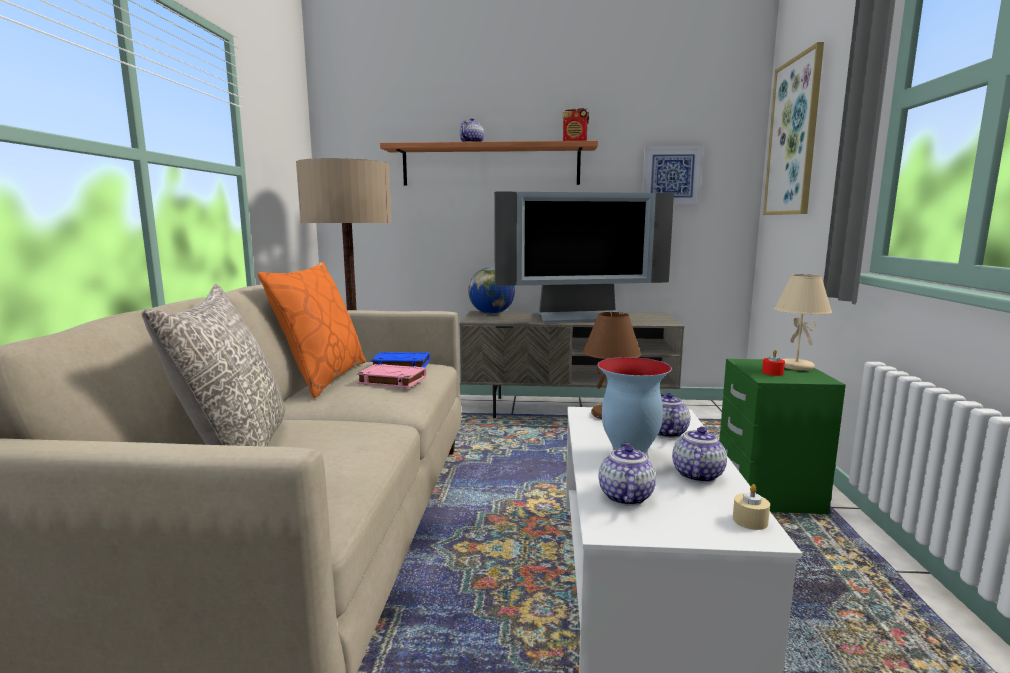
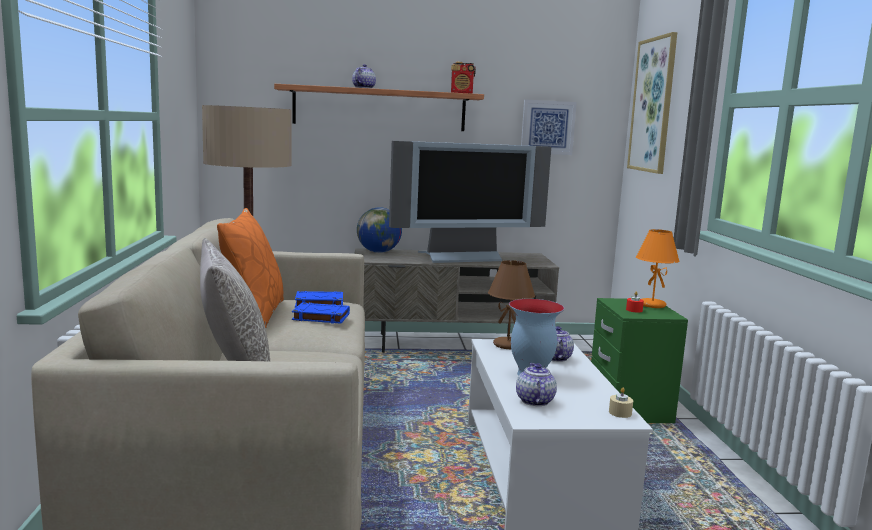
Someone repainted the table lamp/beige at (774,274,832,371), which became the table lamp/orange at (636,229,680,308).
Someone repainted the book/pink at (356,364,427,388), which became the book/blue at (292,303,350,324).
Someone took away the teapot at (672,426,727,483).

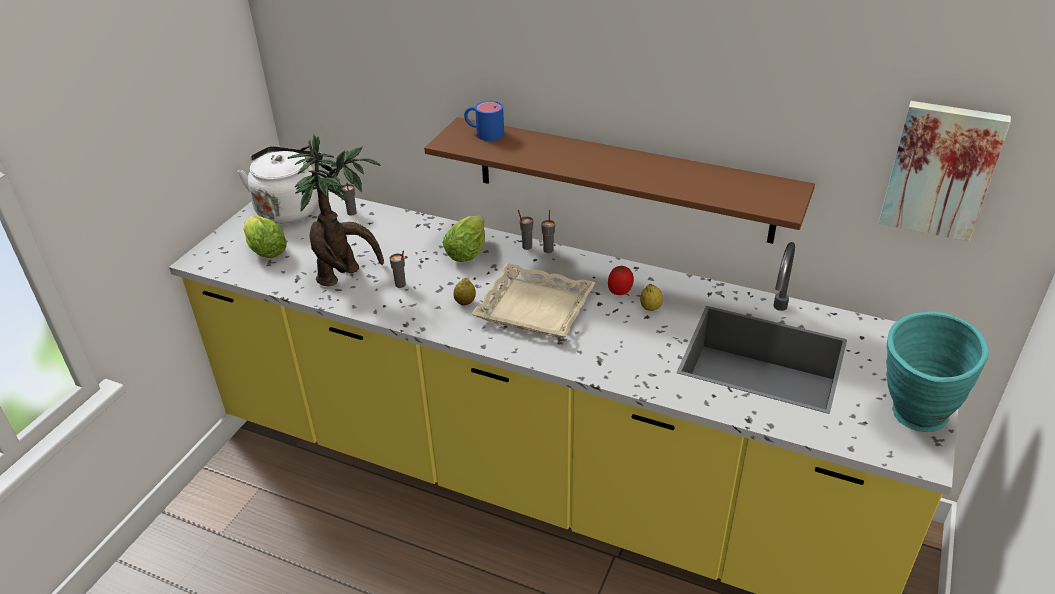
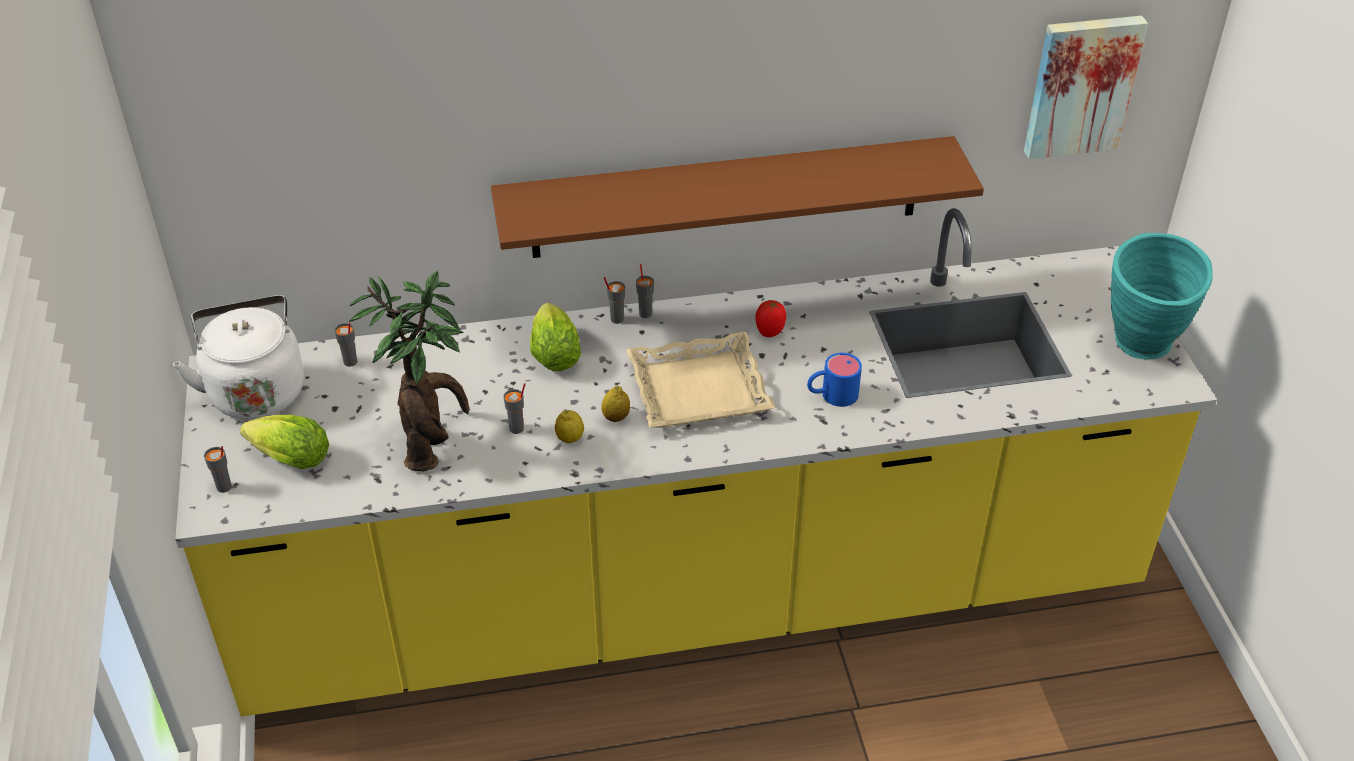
Someone carried the mug/blue from (464,101,504,141) to (807,353,862,407).
Someone carried the lemon from (640,284,663,311) to (555,410,584,443).
Someone put down the cup/grey at (204,446,232,493).

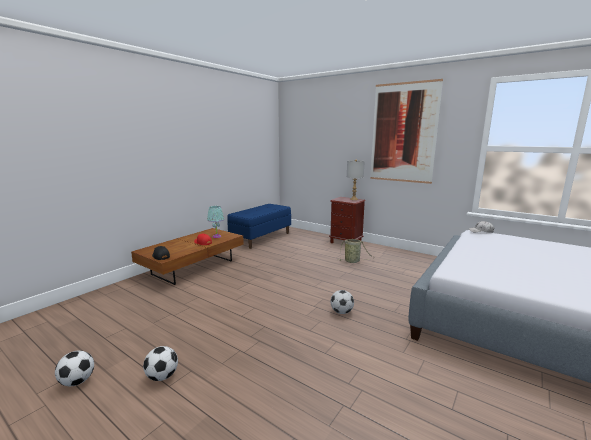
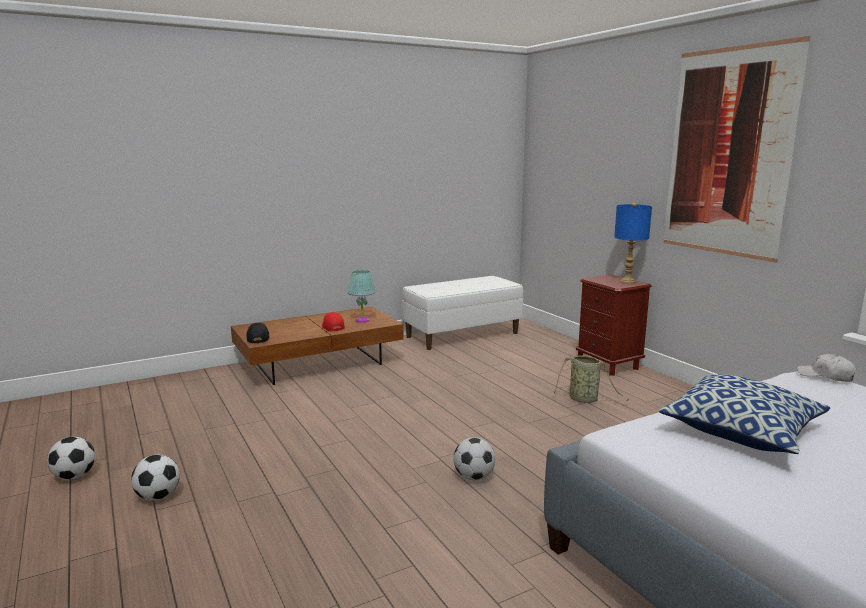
Someone repainted the table lamp/grey at (347,159,365,200), which became the table lamp/blue at (614,203,652,283).
Someone repainted the bench/blue at (227,204,291,249), which became the bench/white at (402,276,523,350).
Someone put down the pillow at (659,374,830,454).

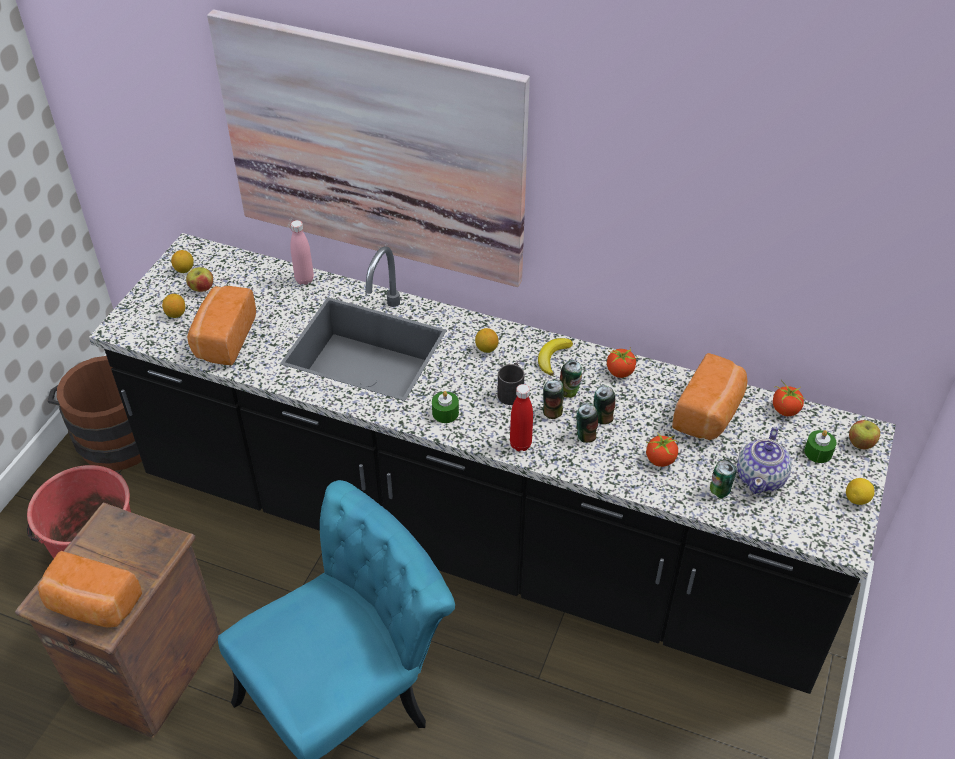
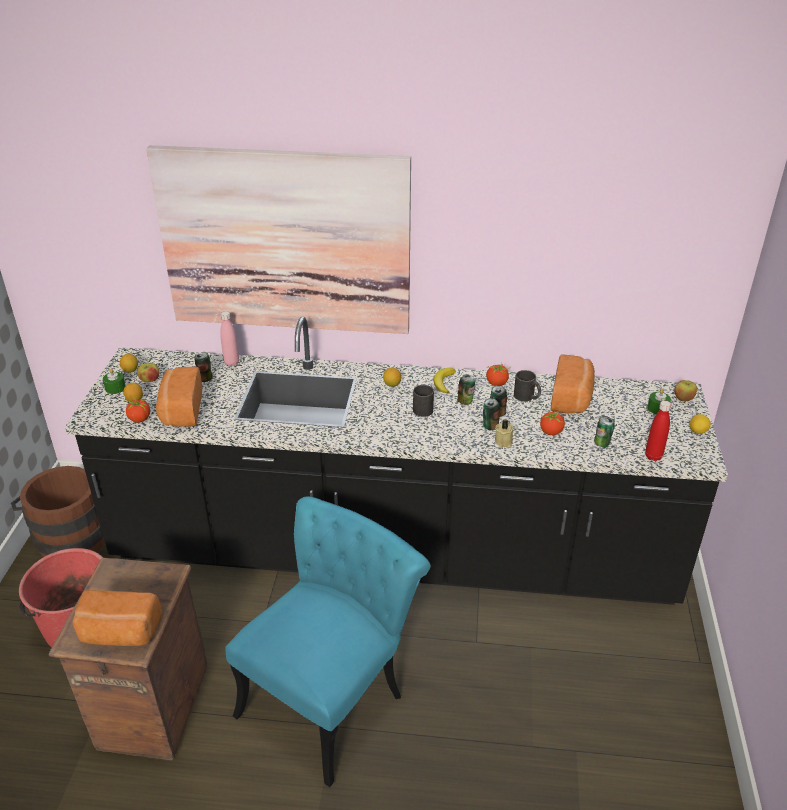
Someone carried the can from (543,379,564,419) to (194,352,213,382).
Someone carried the tomato from (773,380,805,416) to (123,396,150,423).
Someone carried the bottle/red from (510,384,533,451) to (645,401,671,461).
Someone carried the candle/green from (432,391,459,423) to (103,368,126,394).
Someone took away the teapot at (737,427,792,494).
Someone put down the mug/black at (514,370,541,401).
Someone put down the candle/beige at (495,420,513,447).

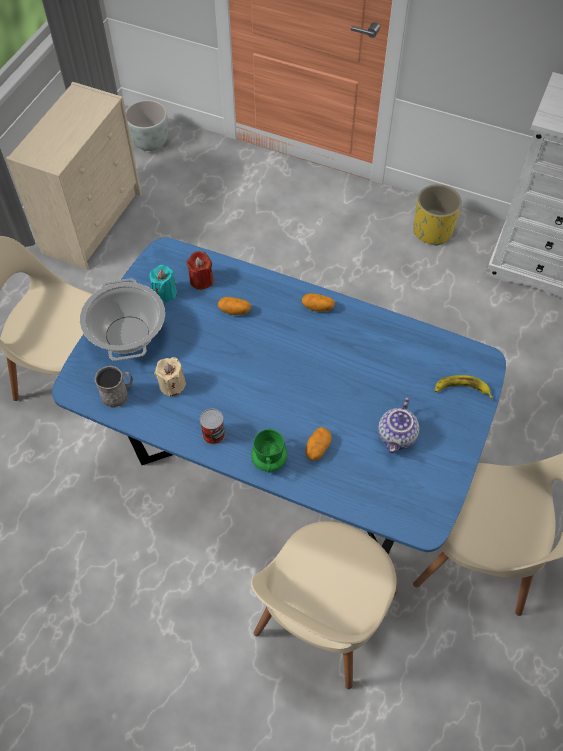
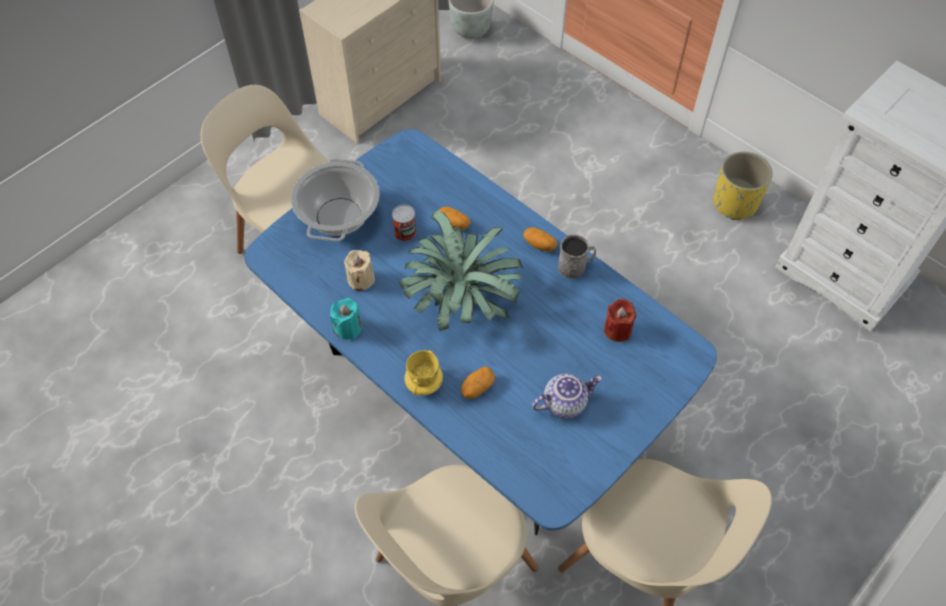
Someone carried the candle/red from (187,251,213,290) to (604,299,636,342).
Someone carried the candle/turquoise from (149,265,177,302) to (330,298,362,340).
Someone carried the mug/grey from (95,366,133,408) to (558,234,596,279).
Someone took away the banana at (435,375,493,399).
Someone rotated the teapot at (378,397,419,453) by 150 degrees counterclockwise.
Someone carried the can from (200,409,225,444) to (392,205,417,242).
Someone repainted the mug/green at (251,428,287,473), which became the mug/yellow at (404,350,443,396).
Someone put down the potted plant at (399,211,524,331).

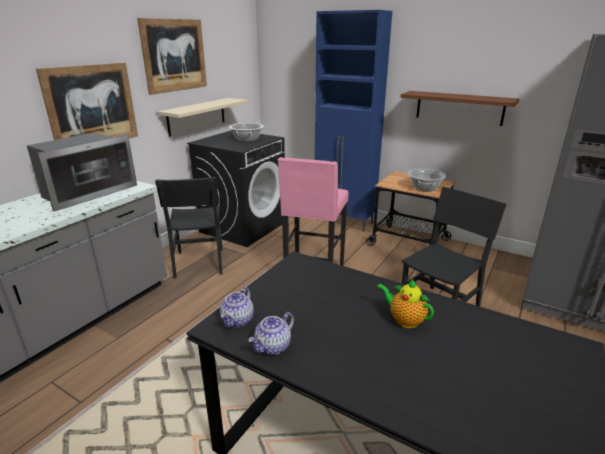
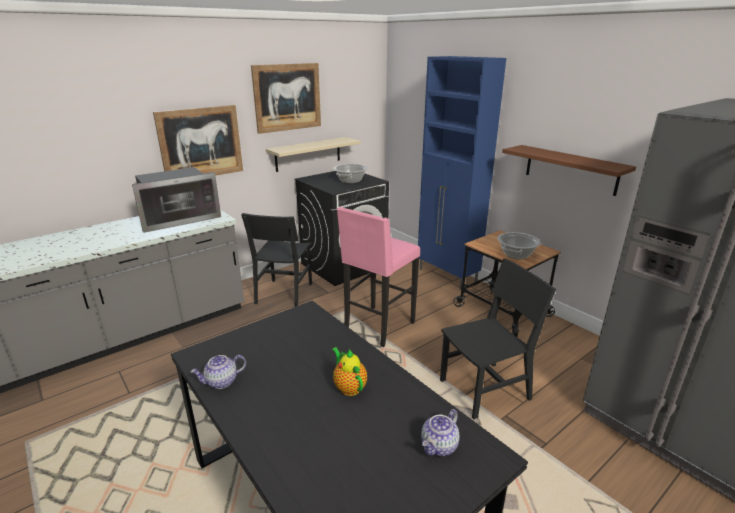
Someone carried the teapot from (220,287,254,328) to (421,409,460,456).

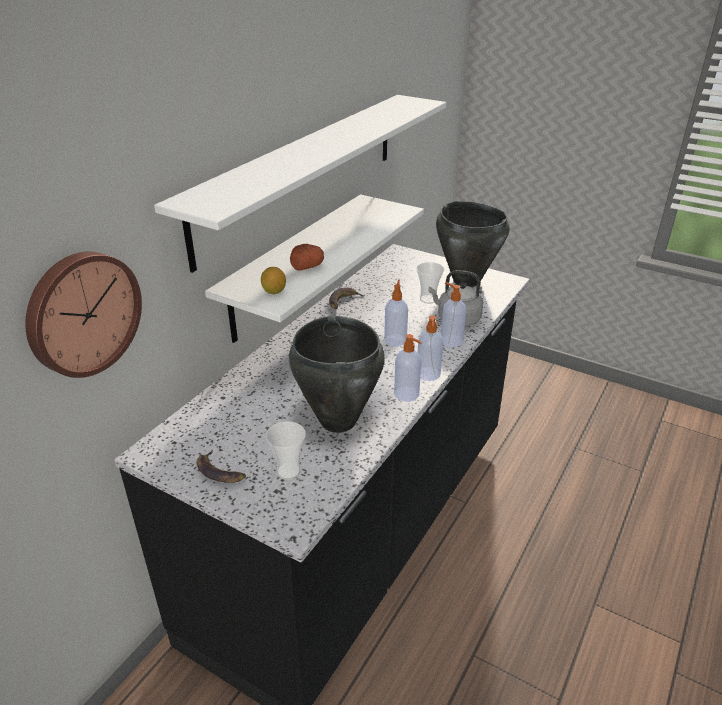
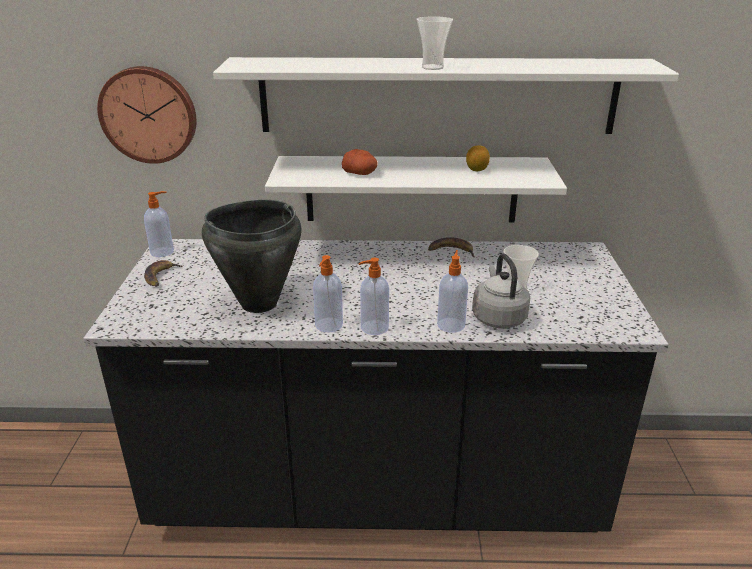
Someone took away the cooking pot/black at (436,201,509,287).
Someone carried the lemon from (261,267,286,294) to (466,146,490,171).
Someone carried the soap dispenser from (384,280,408,346) to (144,191,174,257).
Someone carried the cup from (266,421,306,480) to (416,16,453,70).

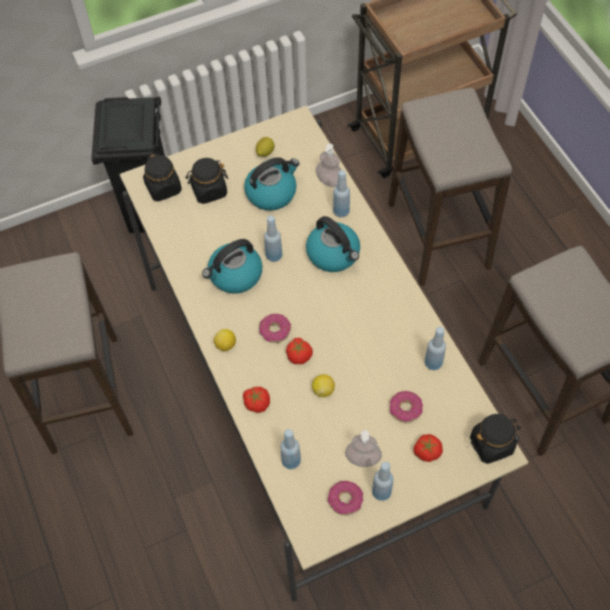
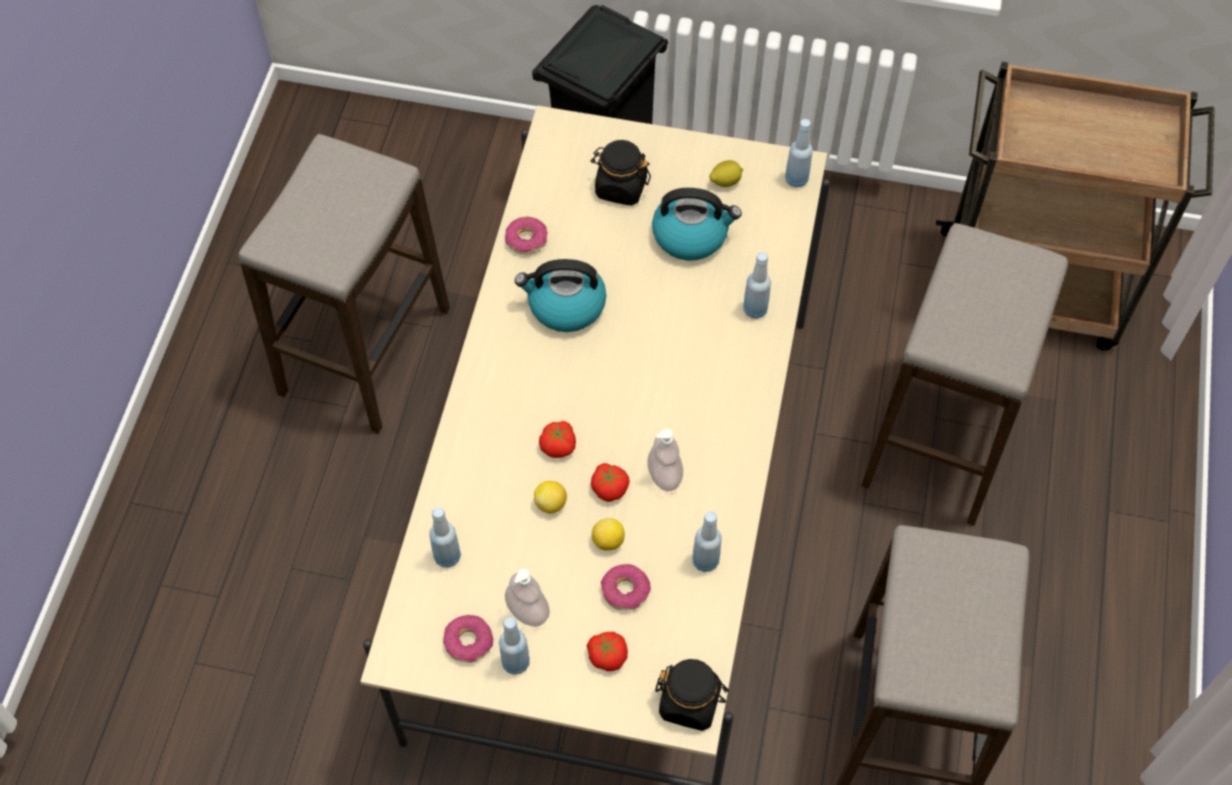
Someone carried the soap dispenser from (316,144,341,187) to (647,429,683,491).
Someone took away the jar/black at (143,153,182,201).
Someone carried the bottle/blue from (264,216,282,262) to (785,119,813,188).
Someone took away the kettle at (306,216,360,272).
Someone carried the donut from (259,314,291,343) to (505,217,548,255).
Someone carried the lemon from (214,329,236,351) to (592,518,625,551).
Someone carried the tomato from (243,387,270,413) to (591,463,630,502).

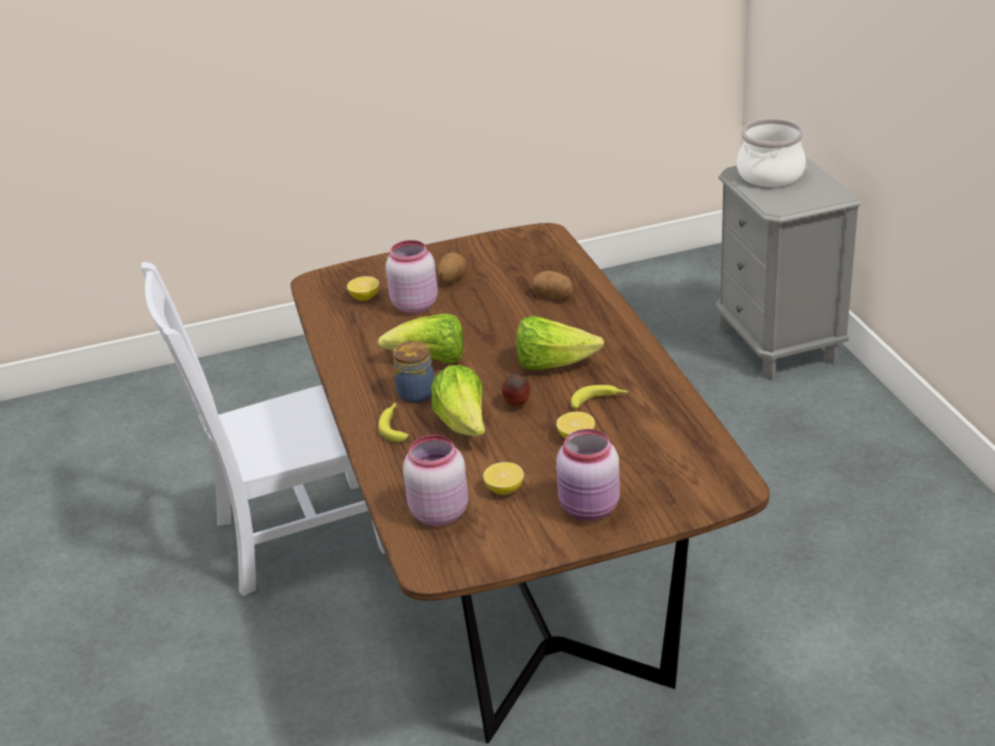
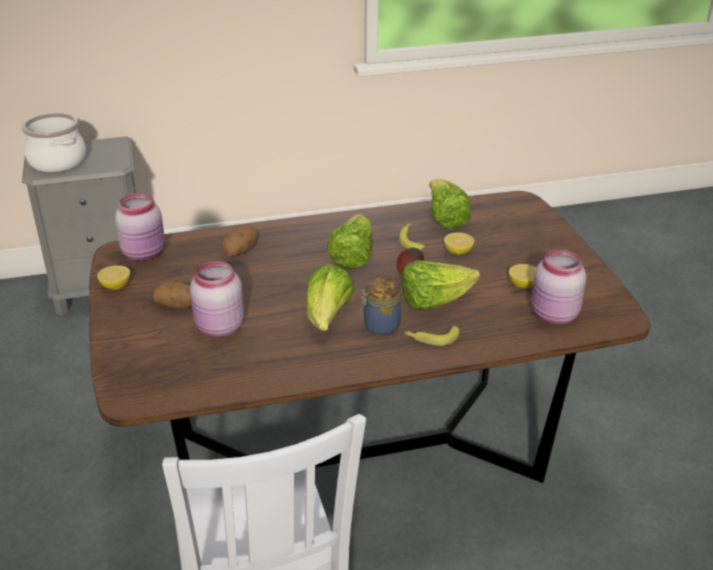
Someone carried the lemon from (347,276,379,301) to (97,265,130,290).
Someone carried the jar/pink from (556,429,620,521) to (115,193,165,261).
Someone put down the lettuce at (429,179,471,229).

